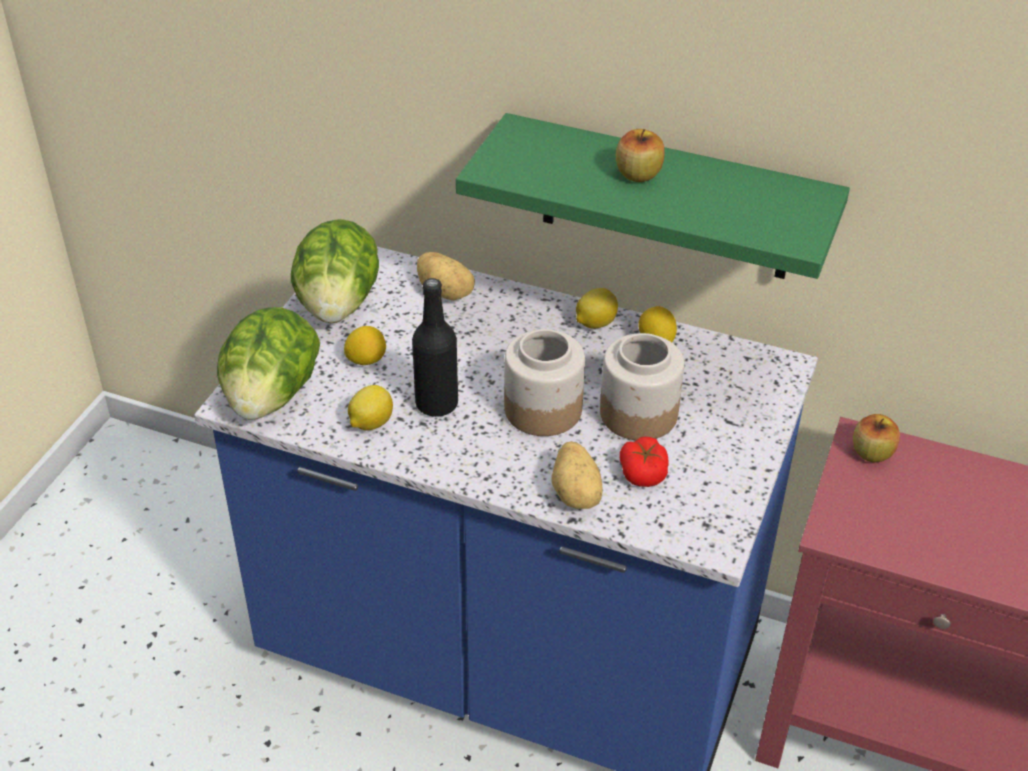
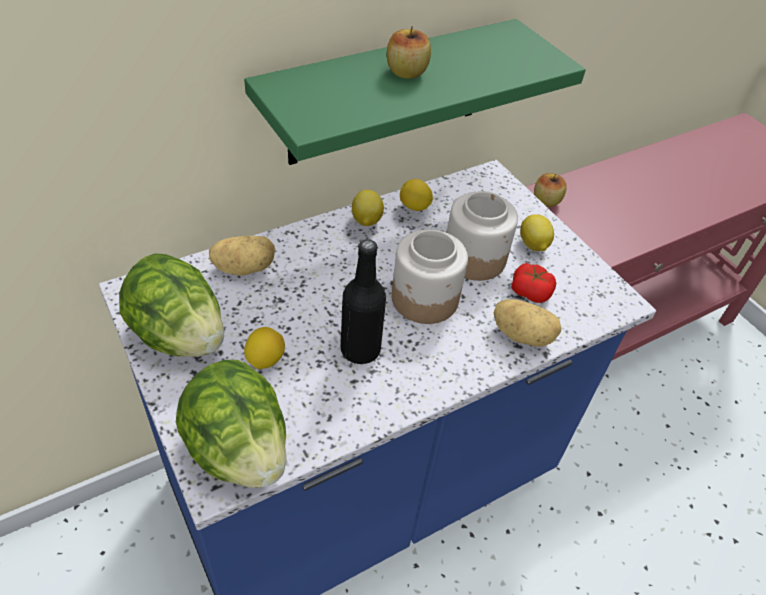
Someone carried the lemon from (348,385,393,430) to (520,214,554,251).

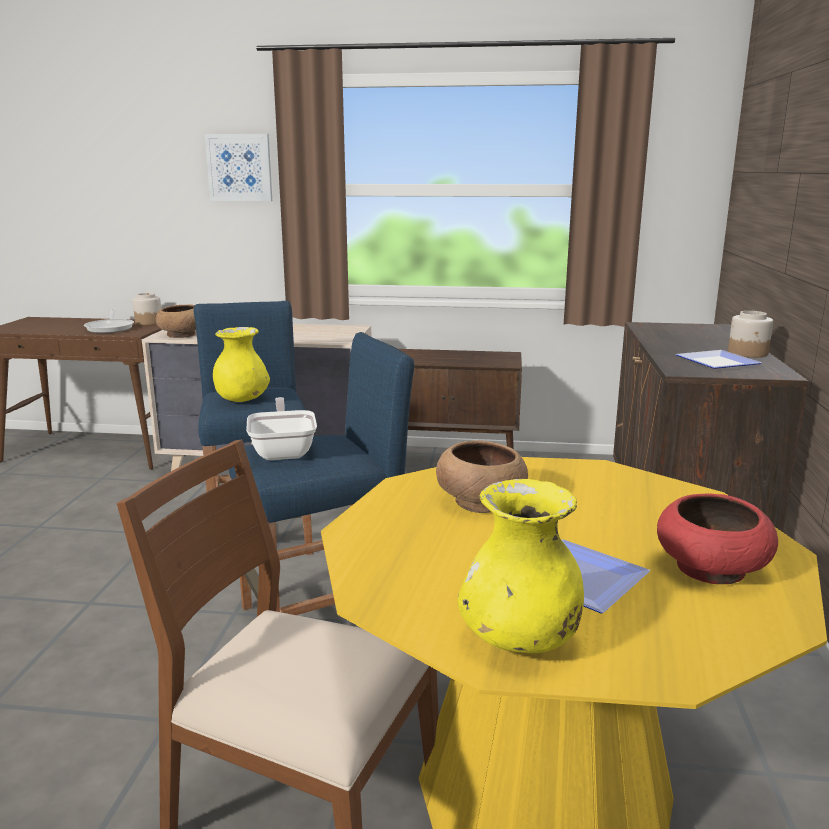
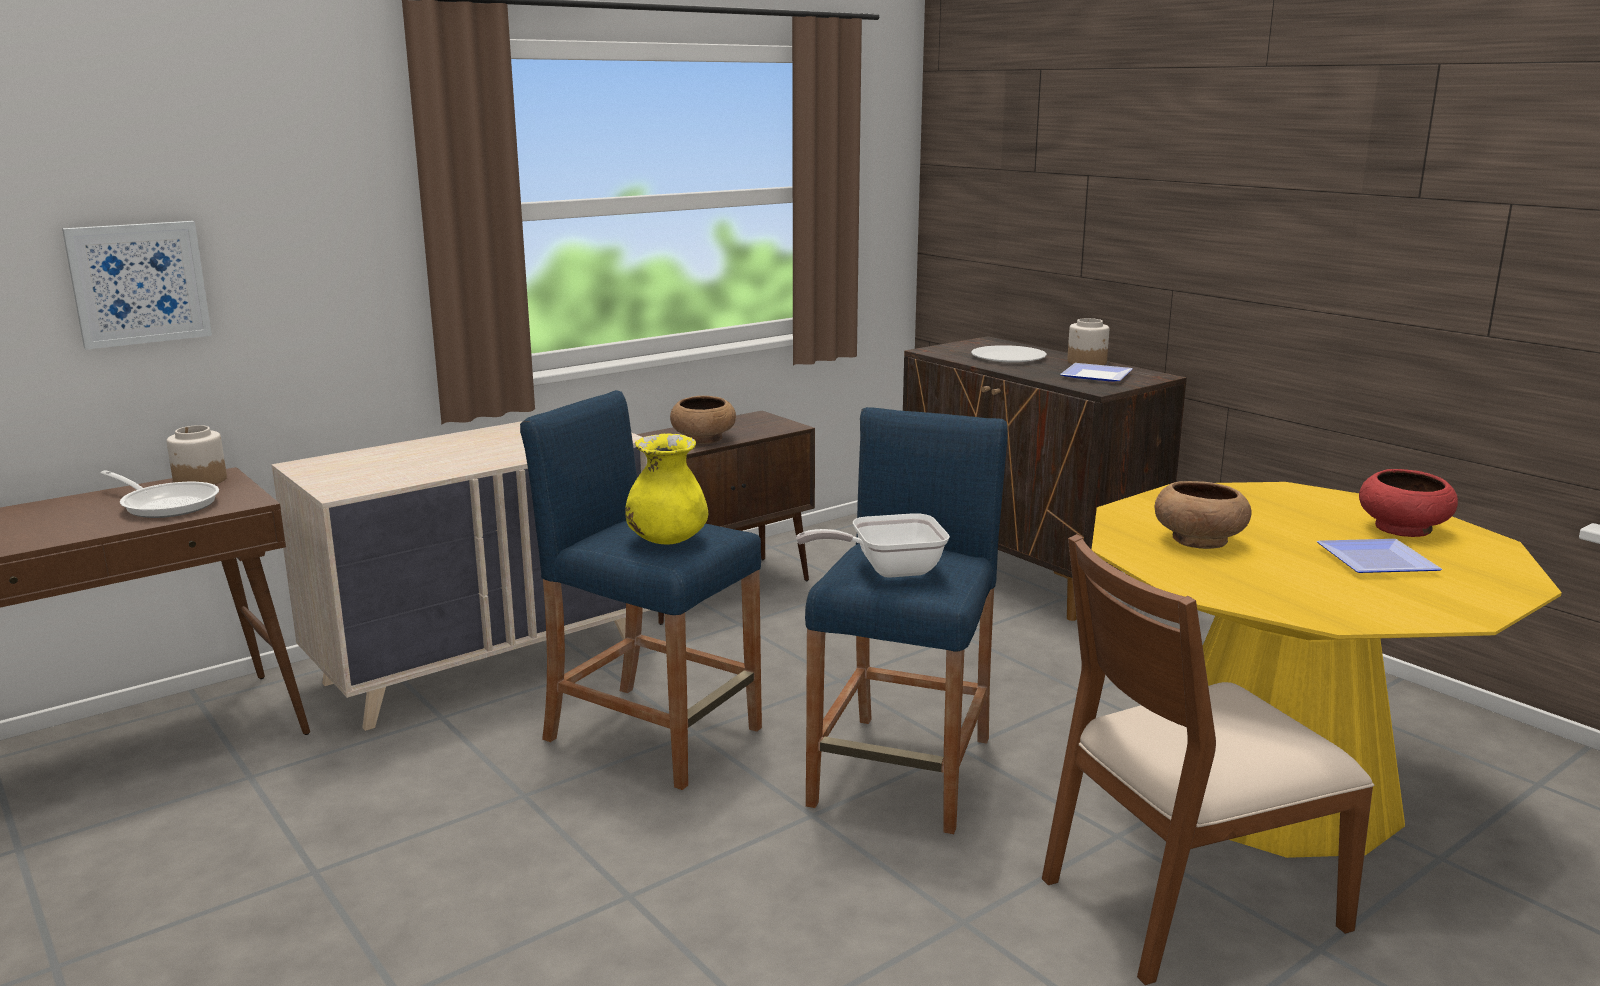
Someone carried the picture from (205,134,272,201) to (62,221,212,350).
Someone carried the bowl/brown from (156,305,196,338) to (670,396,736,444).
Someone rotated the frying pan at (246,397,317,460) by 45 degrees counterclockwise.
Someone took away the vase/yellow at (458,479,584,653).
Someone put down the plate/white at (971,345,1047,363).

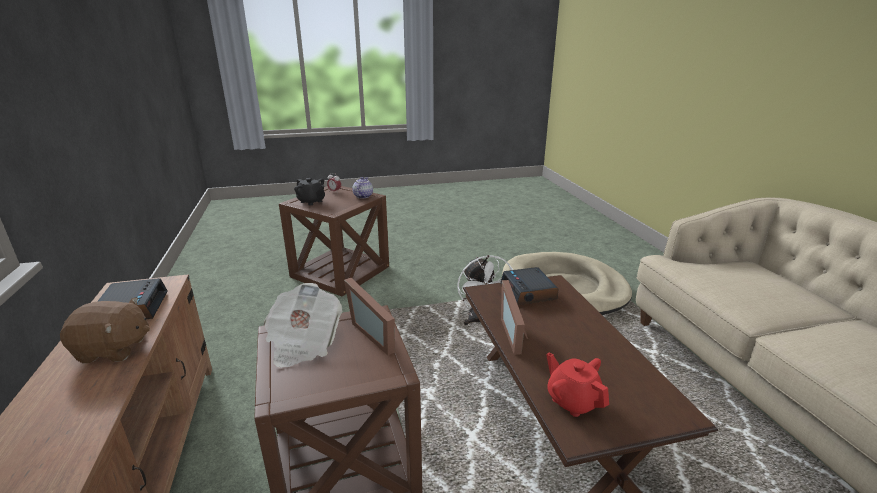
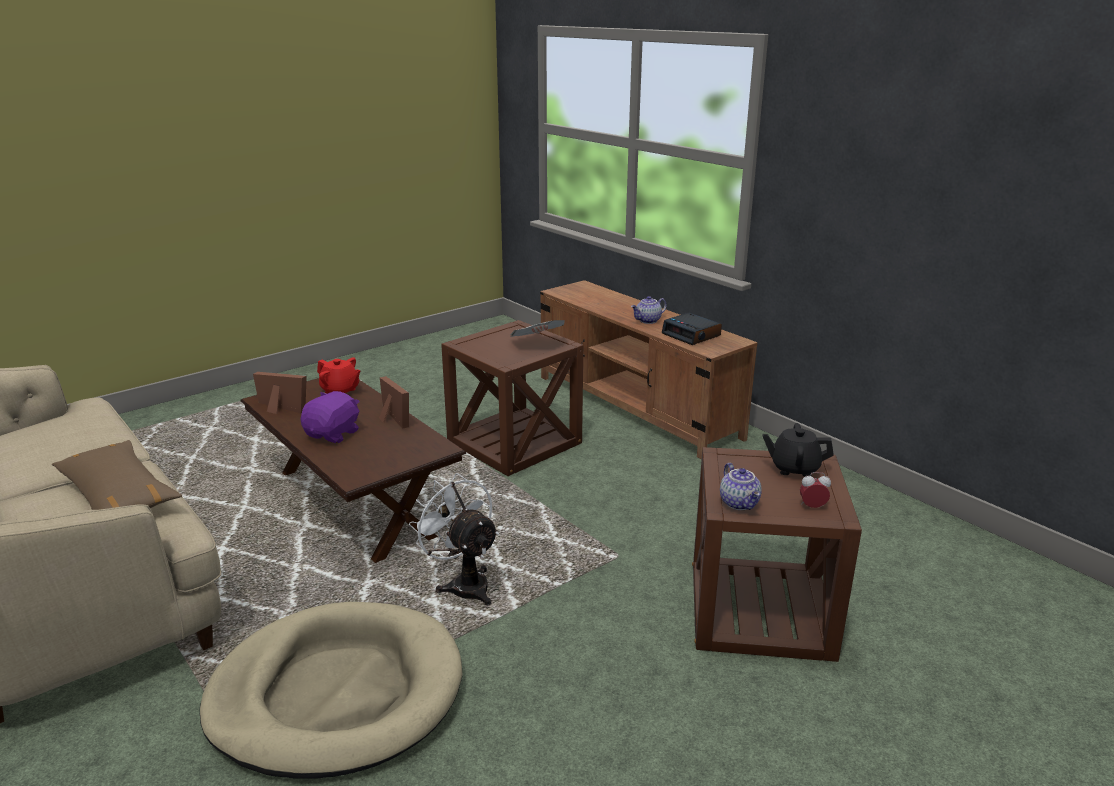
Someone took away the alarm clock at (500,267,559,305).
Someone carried the picture frame from (344,278,395,355) to (253,372,307,414).
Someone swapped the plush toy/brown at (60,297,150,363) for the teapot at (631,296,666,324).
Someone put down the plush toy/purple at (300,391,359,443).
Someone put down the pillow/brown at (52,440,182,510).

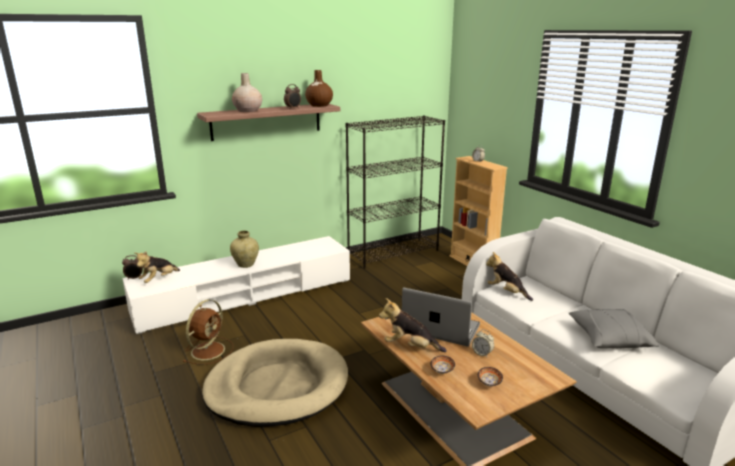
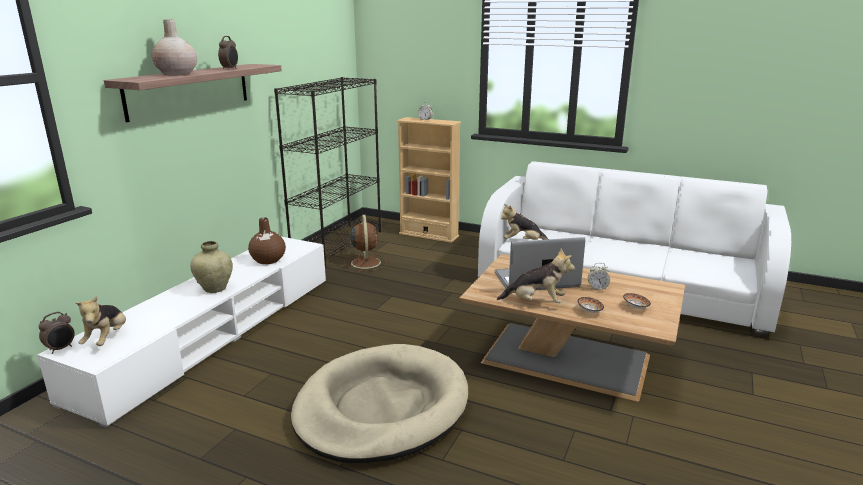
Someone carried the vase/brown from (305,70,333,107) to (248,217,286,264).
Someone rotated the plush toy at (379,298,447,352) by 150 degrees counterclockwise.
Someone carried the fan/brown from (183,299,233,365) to (344,215,387,272).
Someone took away the pillow/grey at (569,309,659,348).

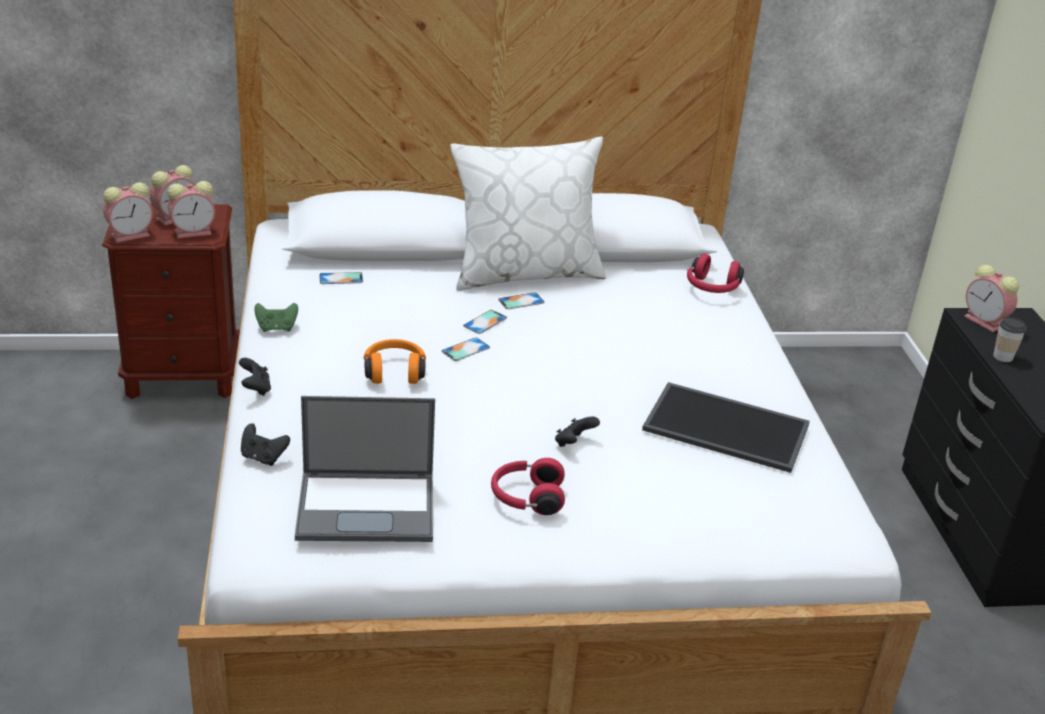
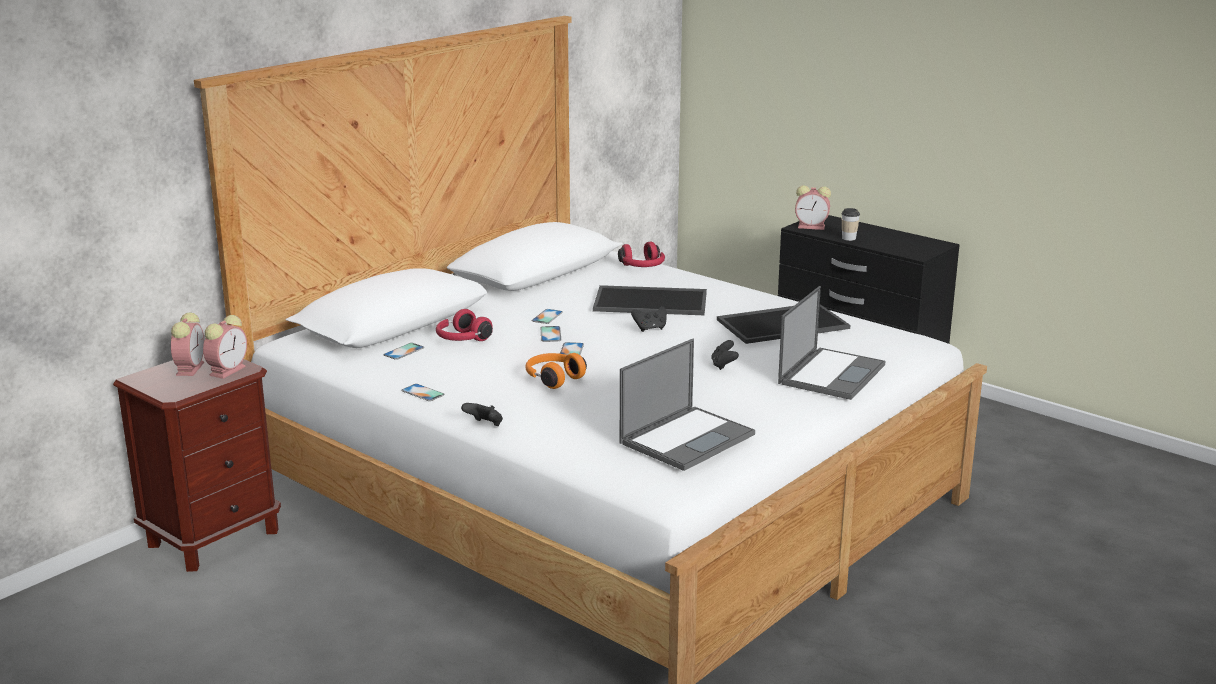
Someone took away the pillow/white at (450,137,606,291).
Someone took away the alarm clock at (103,182,153,243).
Someone swapped the game controller/green at (254,303,298,332) for the phone at (401,384,445,401).
Someone carried the game controller/black from (241,423,290,466) to (631,306,667,332).
Someone carried the headphones/red from (491,458,565,515) to (436,309,493,341).
Someone put down the tray at (593,285,707,315).
Someone put down the laptop at (778,286,885,400).

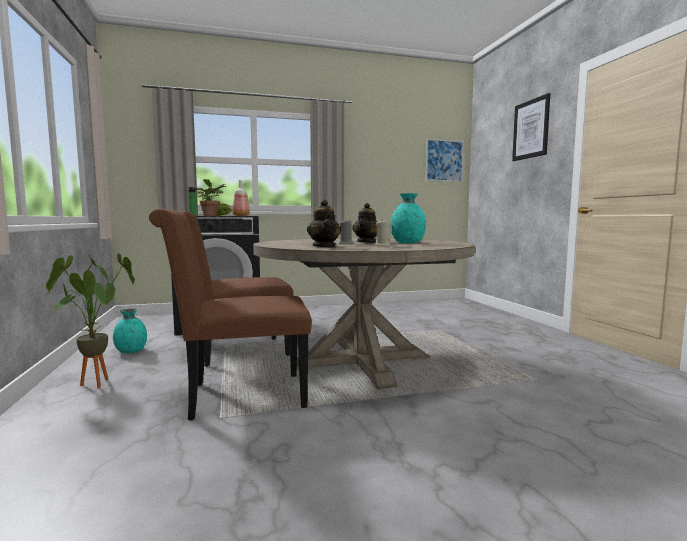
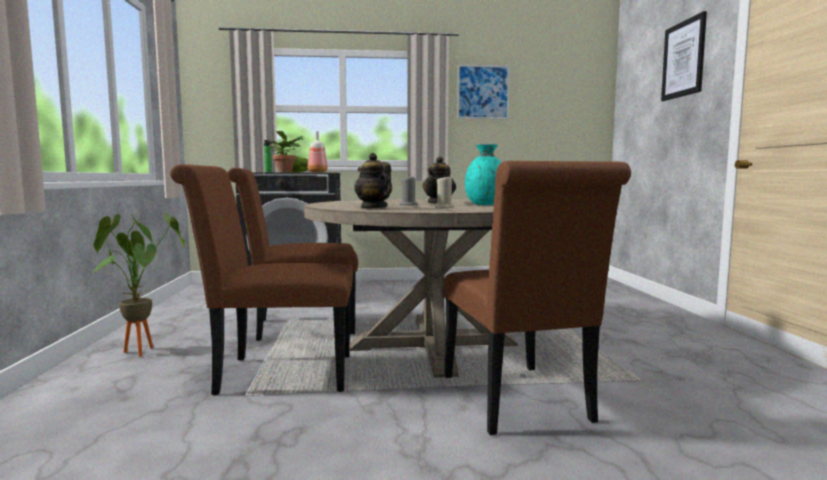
Someone carried the picture from (426,139,464,182) to (457,65,510,119).
Someone rotated the teapot at (307,200,341,248) by 150 degrees clockwise.
Someone took away the vase/turquoise at (113,308,147,353).
Someone put down the chair/brown at (445,161,631,435).

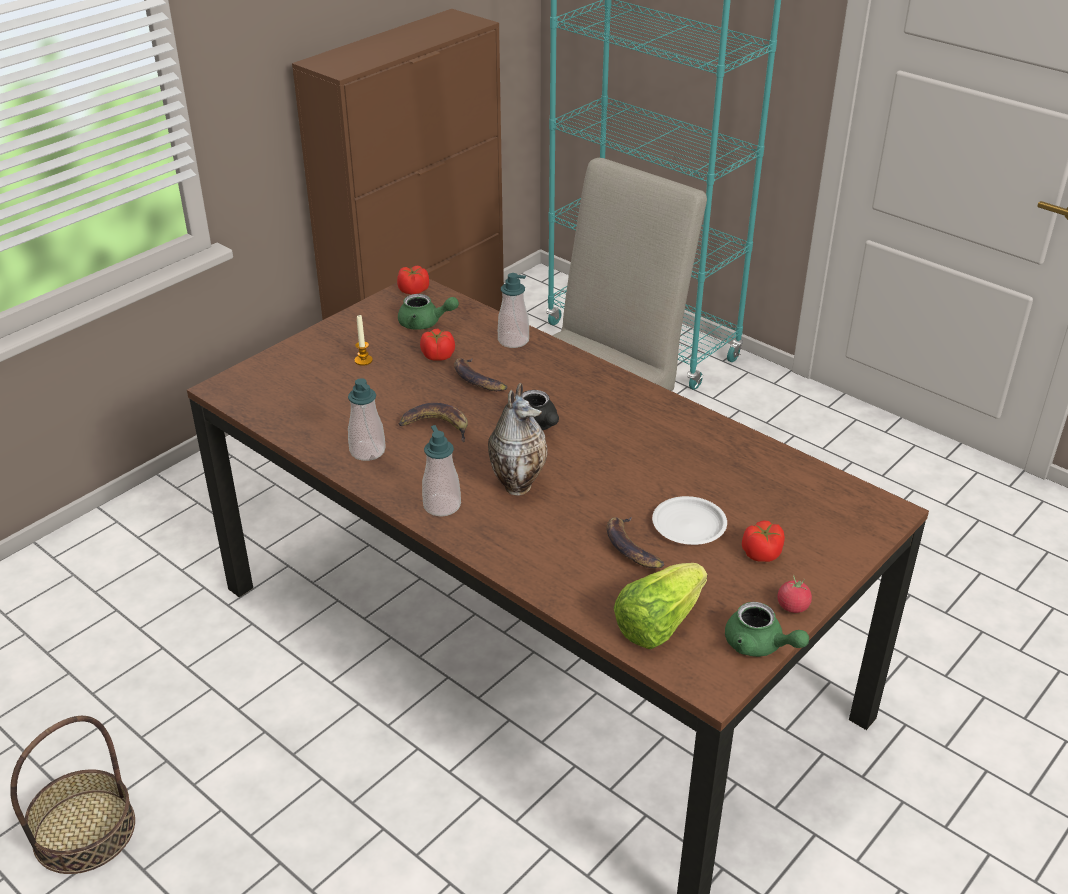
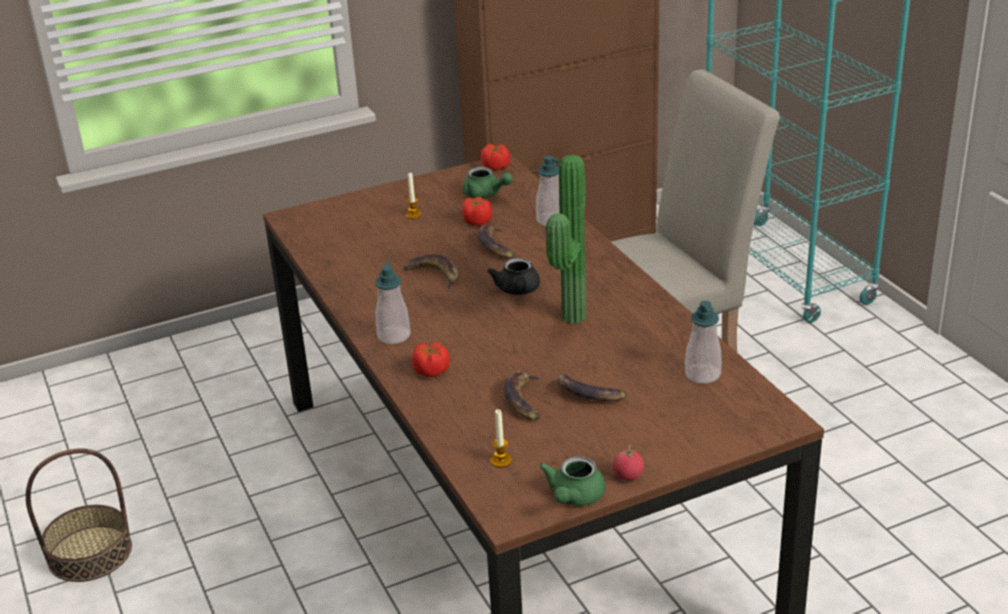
Someone carried the soap dispenser from (348,378,386,461) to (685,301,722,384).
Someone took away the vase at (488,383,548,496).
Someone swapped the plate/white at (652,496,727,545) for the banana at (557,372,626,401).
Someone carried the tomato from (742,520,785,562) to (412,342,450,377).
Someone swapped the lettuce at (614,563,707,649) for the candle at (490,409,512,468).
Someone rotated the teapot/green at (725,602,809,657) by 45 degrees clockwise.
Someone put down the potted plant at (546,155,586,324).

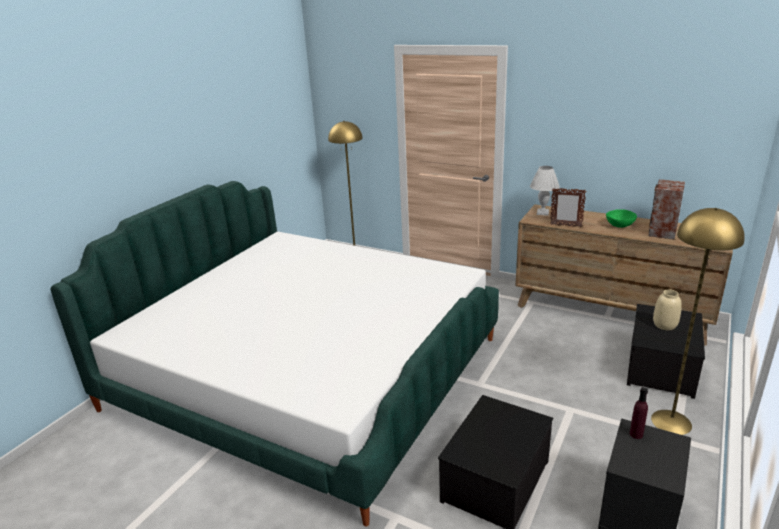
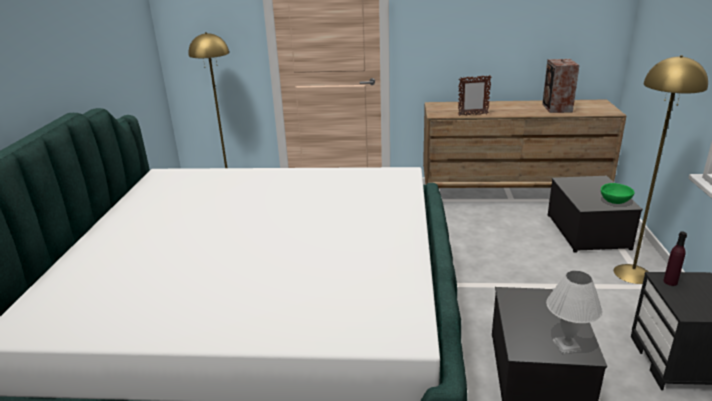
Someone carried the table lamp/white from (530,166,560,216) to (546,271,602,355).
Someone carried the bowl/green from (606,210,637,228) to (601,183,635,204).
Someone took away the vase/beige at (653,289,682,330).

